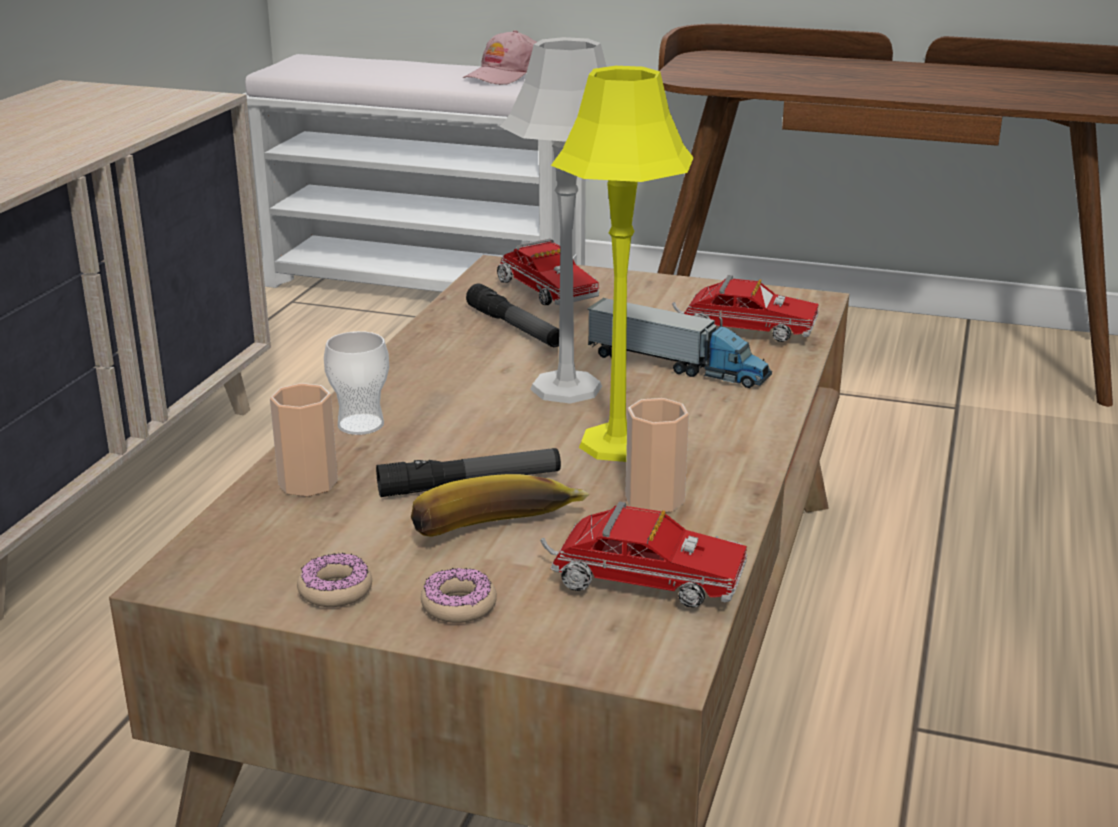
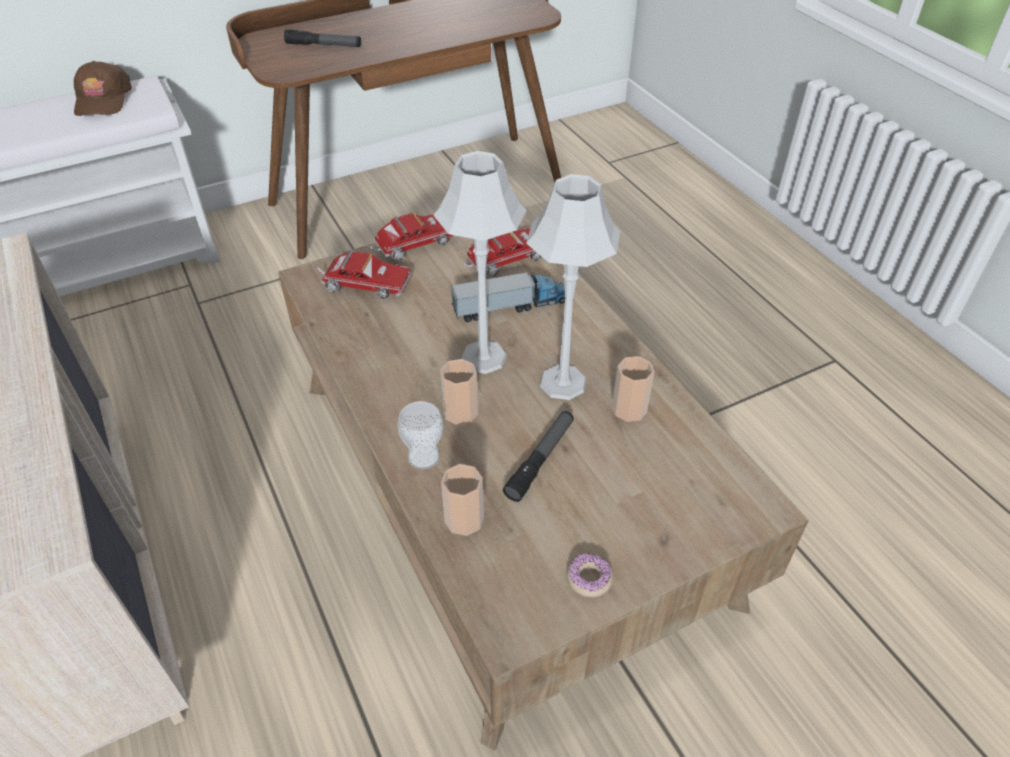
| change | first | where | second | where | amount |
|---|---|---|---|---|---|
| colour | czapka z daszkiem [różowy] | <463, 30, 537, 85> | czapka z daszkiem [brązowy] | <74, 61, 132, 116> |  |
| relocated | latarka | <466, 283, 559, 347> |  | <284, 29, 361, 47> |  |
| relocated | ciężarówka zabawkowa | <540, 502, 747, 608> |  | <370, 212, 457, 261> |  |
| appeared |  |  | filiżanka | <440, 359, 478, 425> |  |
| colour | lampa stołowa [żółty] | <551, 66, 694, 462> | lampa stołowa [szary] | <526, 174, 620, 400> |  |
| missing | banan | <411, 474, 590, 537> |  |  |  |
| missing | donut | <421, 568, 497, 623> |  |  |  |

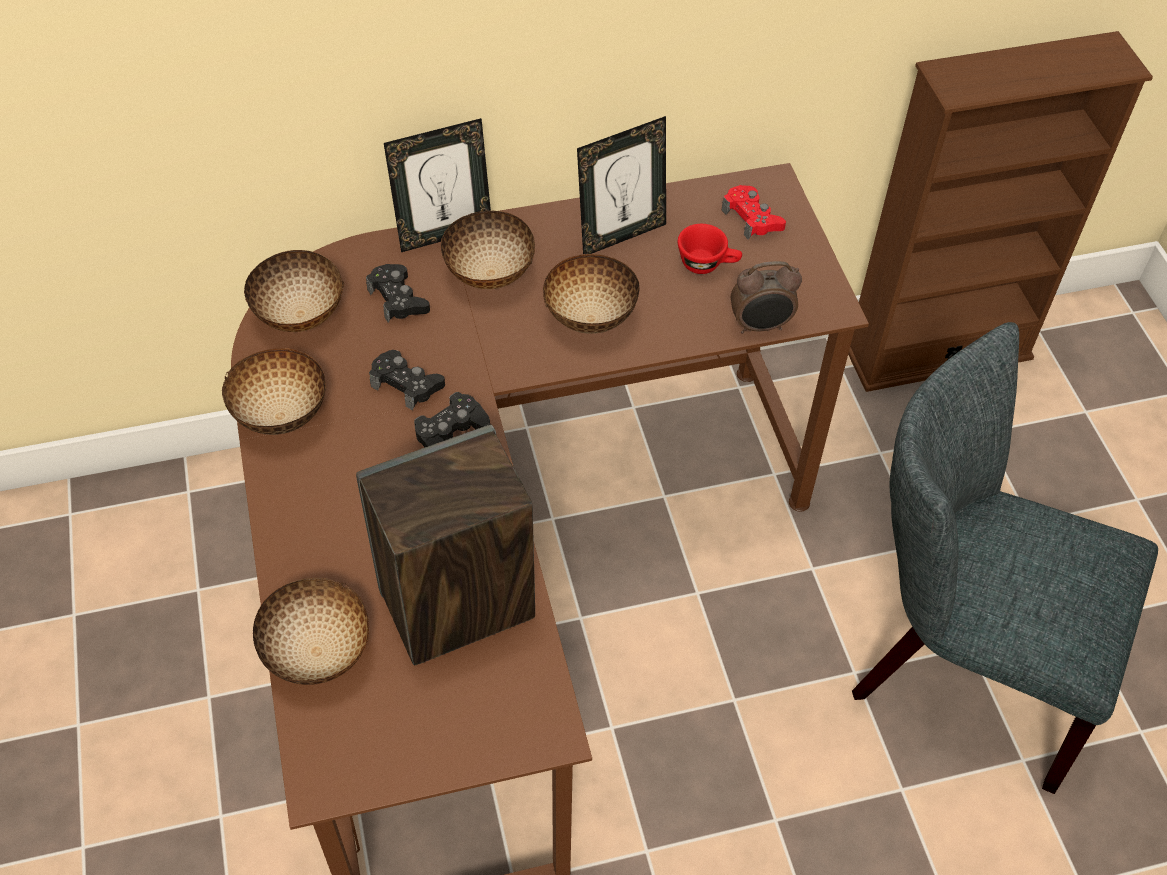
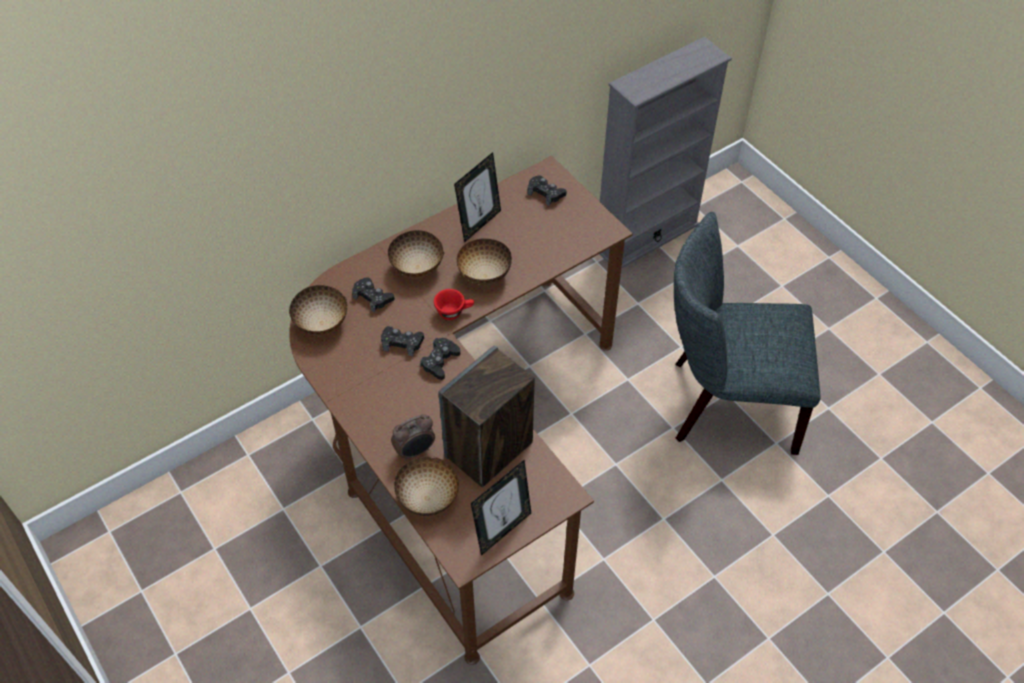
| change | first | where | second | where | amount |
|---|---|---|---|---|---|
| relocated | budzik | <731, 261, 802, 334> |  | <391, 415, 435, 461> |  |
| relocated | filiżanka [czerwony] | <678, 224, 742, 274> |  | <434, 289, 474, 320> |  |
| relocated | ramka na zdjęcie | <384, 118, 491, 252> |  | <471, 460, 531, 556> |  |
| colour | pad do gier [czerwony] | <722, 185, 786, 239> | pad do gier [czarny] | <527, 175, 567, 206> |  |
| colour | regał [brązowy] | <848, 31, 1153, 392> | regał [szary] | <599, 36, 732, 269> |  |
| missing | miska | <222, 348, 326, 435> |  |  |  |

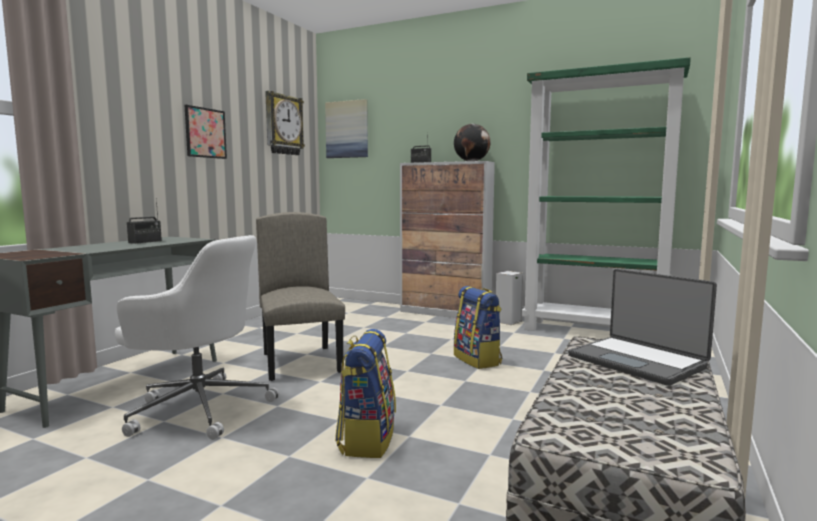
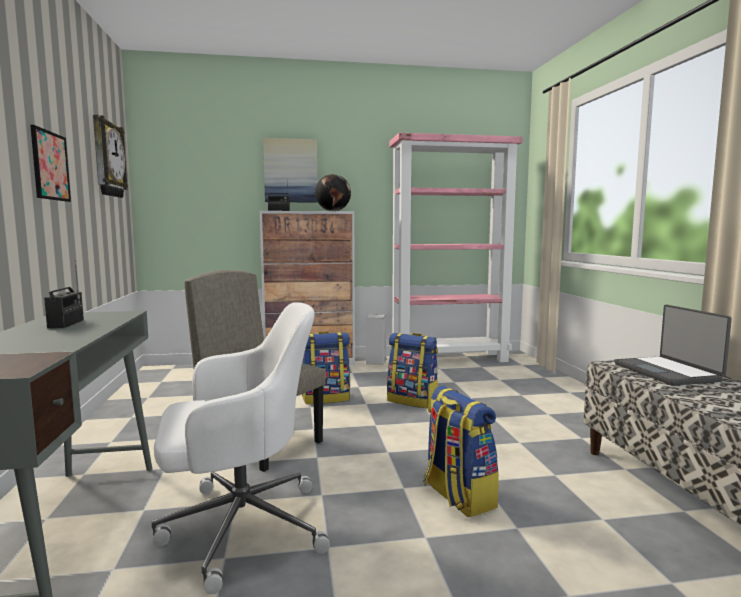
| change | first | where | second | where | amount |
|---|---|---|---|---|---|
| relocated | obraz | <325, 99, 368, 158> |  | <263, 138, 318, 203> |  |
| appeared |  |  | plecak | <302, 332, 350, 404> |  |
| colour | regał [zielony] | <522, 57, 691, 331> | regał [różowy] | <389, 133, 523, 362> |  |
| spun | laptop | <568, 269, 717, 386> |  | <614, 305, 732, 386> | 60 degrees clockwise |

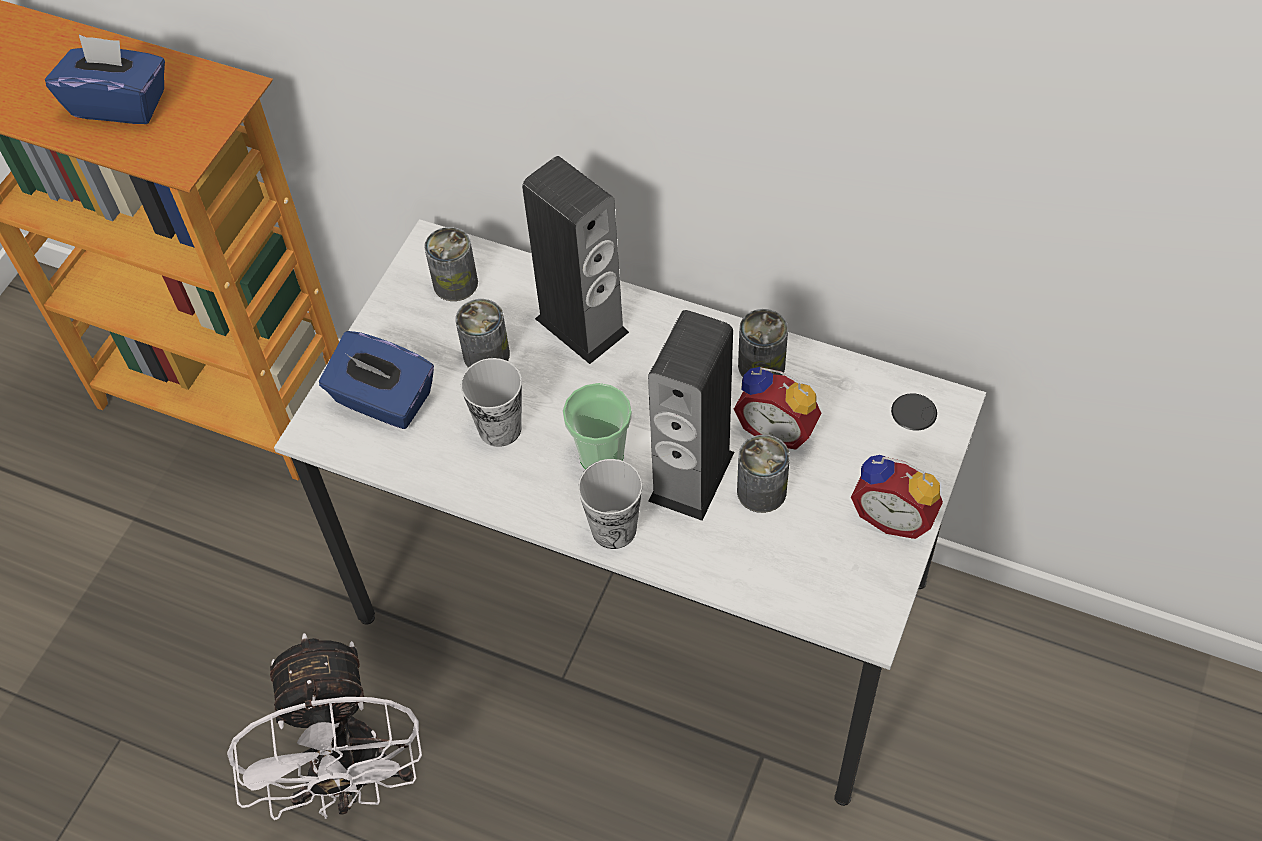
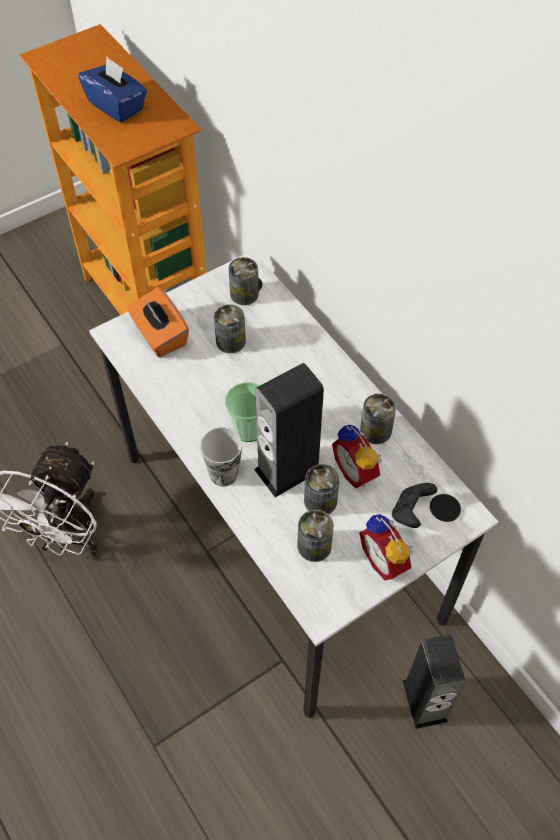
| change | first | where | second | where | amount |
|---|---|---|---|---|---|
| colour | pudełko chusteczek [niebieski] | <319, 331, 434, 429> | pudełko chusteczek [pomarańczowy] | <127, 287, 189, 357> |  |
| appeared |  |  | puszka | <297, 509, 334, 562> |  |
| appeared |  |  | pad do gier [czarny] | <392, 483, 437, 528> |  |
| relocated | głośnik | <522, 156, 629, 364> |  | <402, 635, 466, 729> |  |
| missing | filiżanka | <461, 358, 522, 447> |  |  |  |

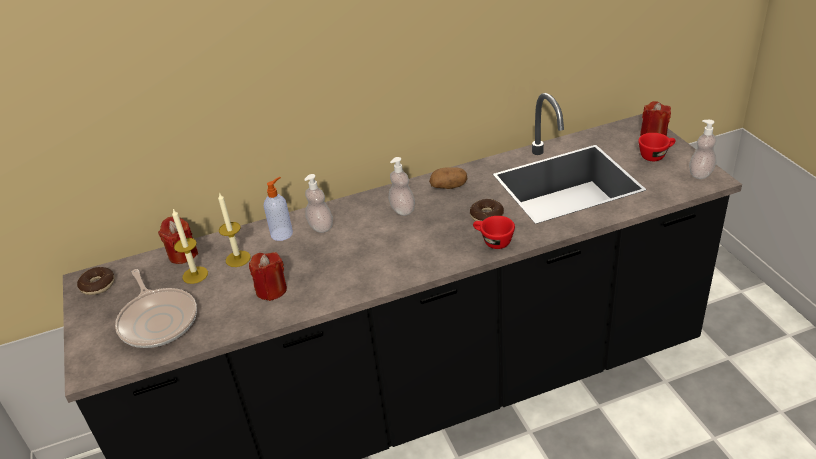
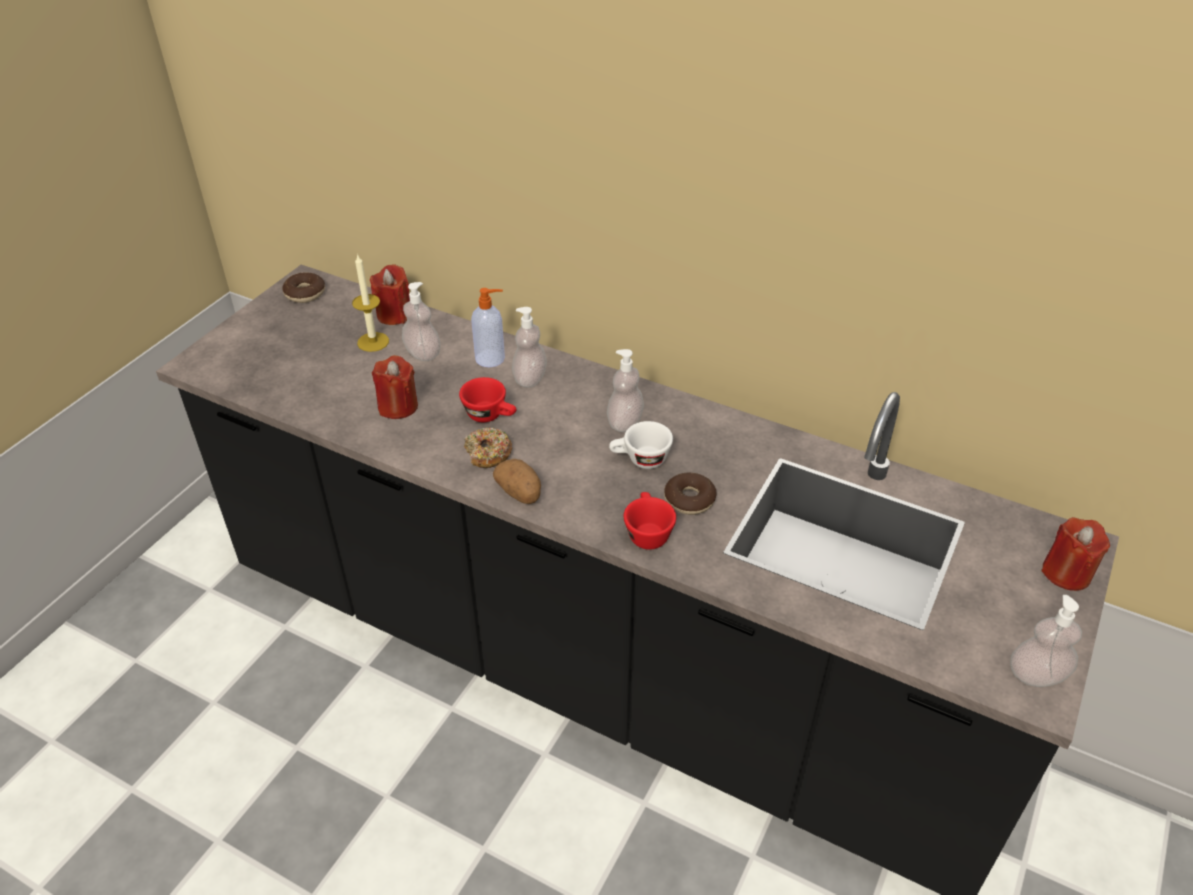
| change | first | where | second | where | amount |
|---|---|---|---|---|---|
| exchanged | świeca | <218, 192, 251, 267> | dozownik mydła | <402, 282, 441, 361> |  |
| relocated | filiżanka [czerwony] | <638, 133, 676, 161> |  | <459, 377, 516, 422> |  |
| appeared |  |  | donut | <464, 428, 512, 468> |  |
| relocated | ziemniak | <429, 167, 467, 189> |  | <493, 459, 541, 504> |  |
| appeared |  |  | filiżanka [biały] | <609, 421, 673, 469> |  |
| missing | patelnia | <115, 269, 197, 348> |  |  |  |

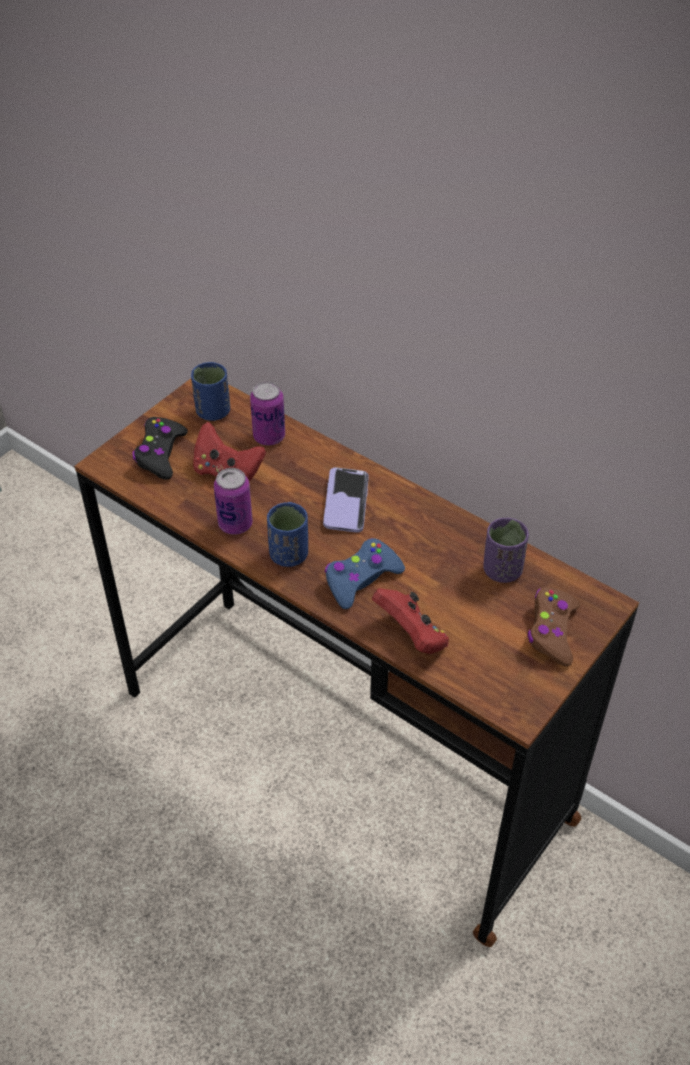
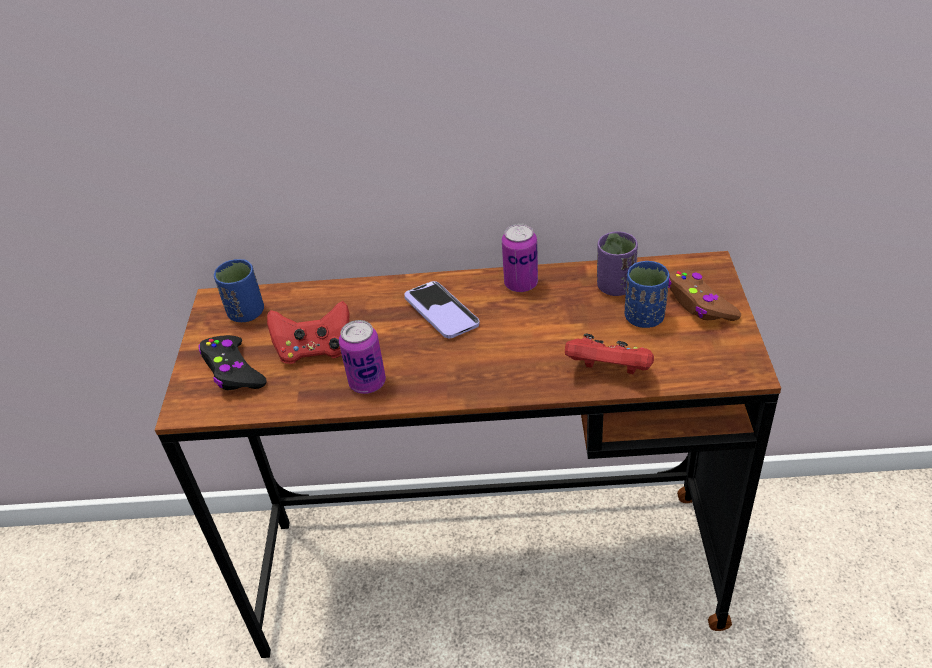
| change | first | where | second | where | amount |
|---|---|---|---|---|---|
| relocated | puszka | <250, 382, 285, 445> |  | <502, 223, 538, 292> |  |
| relocated | filiżanka [niebieski] | <267, 502, 308, 567> |  | <625, 261, 670, 328> |  |
| missing | pad do gier [niebieski] | <325, 538, 405, 609> |  |  |  |

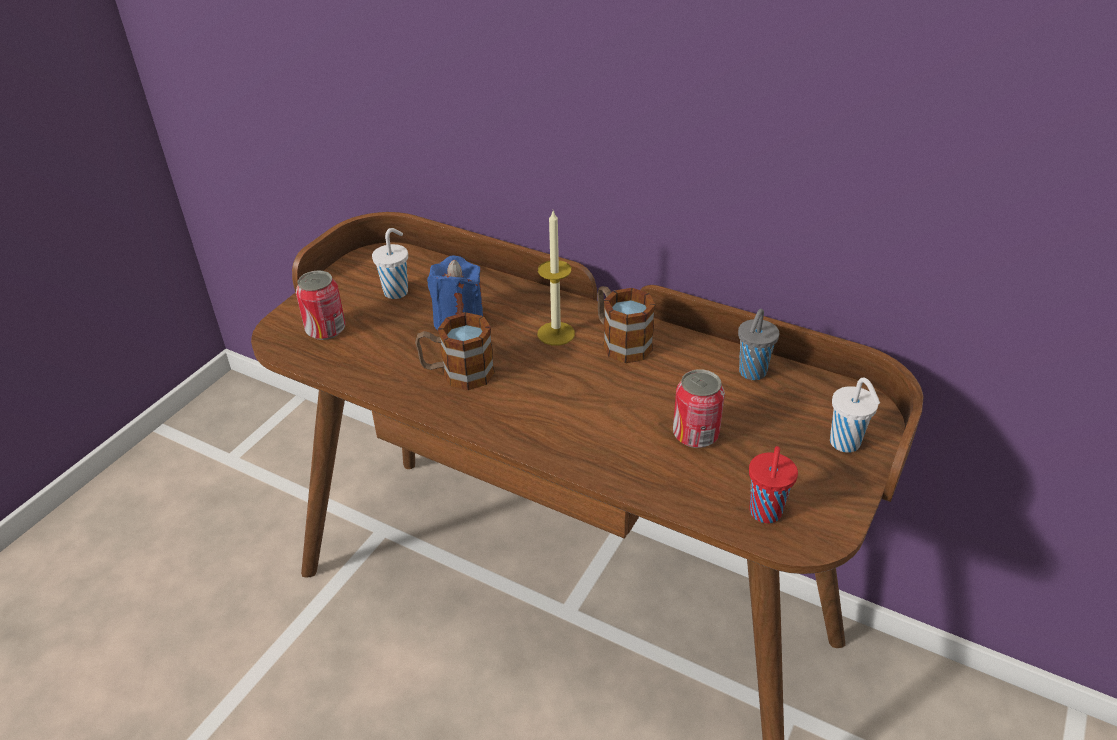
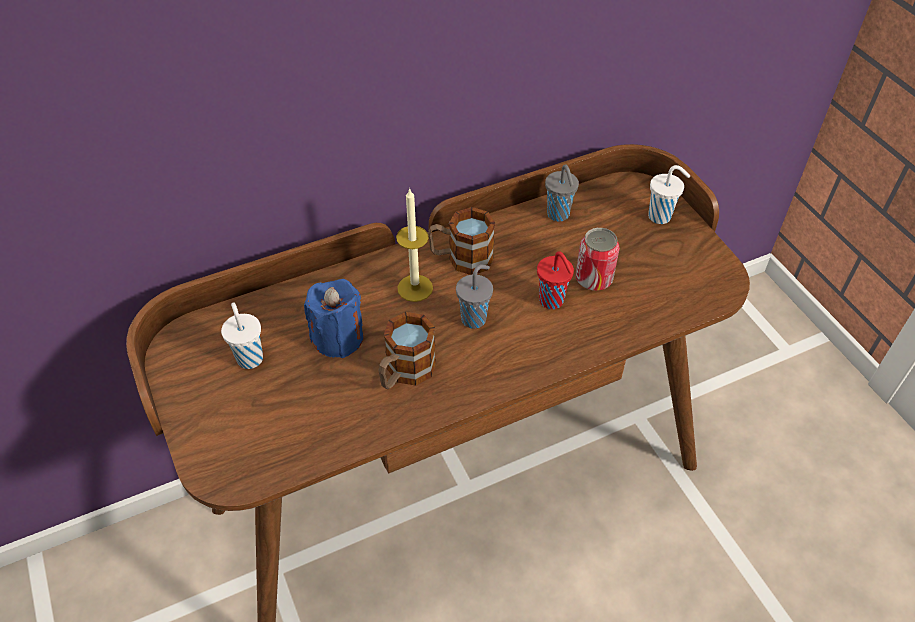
| change | first | where | second | where | amount |
|---|---|---|---|---|---|
| appeared |  |  | filiżanka [szary] | <456, 265, 493, 329> |  |
| relocated | filiżanka [czerwony] | <749, 446, 798, 523> |  | <537, 252, 574, 309> |  |
| missing | puszka | <296, 270, 345, 340> |  |  |  |

